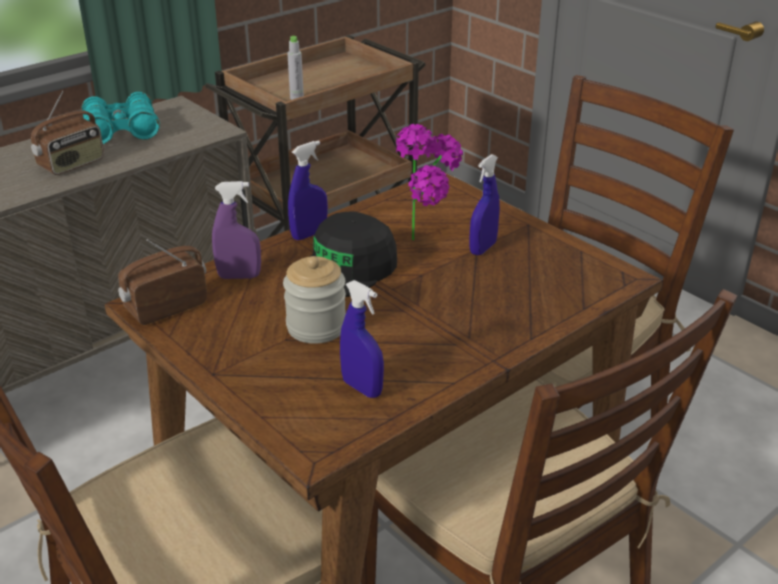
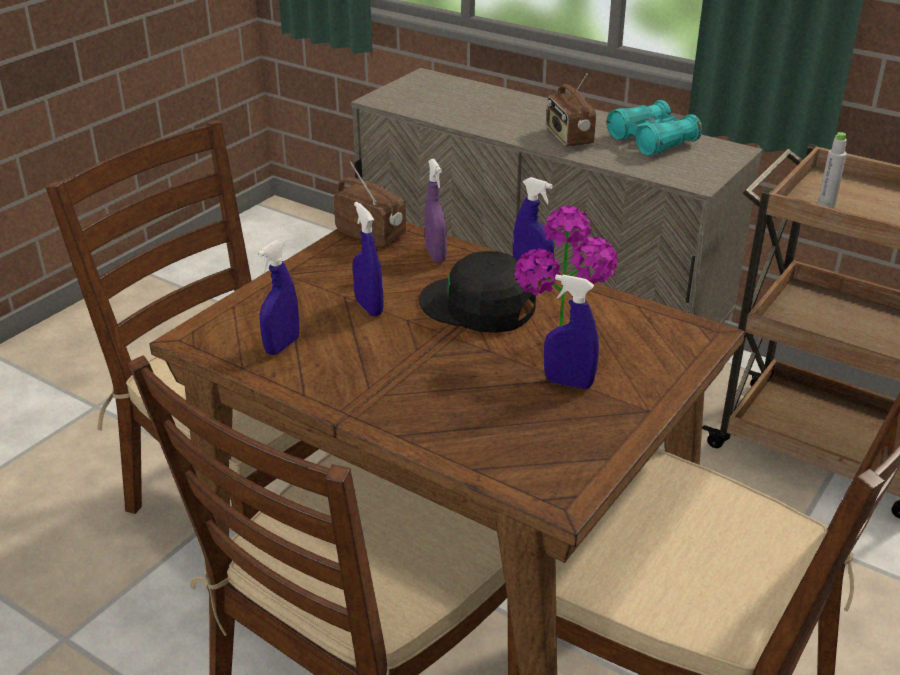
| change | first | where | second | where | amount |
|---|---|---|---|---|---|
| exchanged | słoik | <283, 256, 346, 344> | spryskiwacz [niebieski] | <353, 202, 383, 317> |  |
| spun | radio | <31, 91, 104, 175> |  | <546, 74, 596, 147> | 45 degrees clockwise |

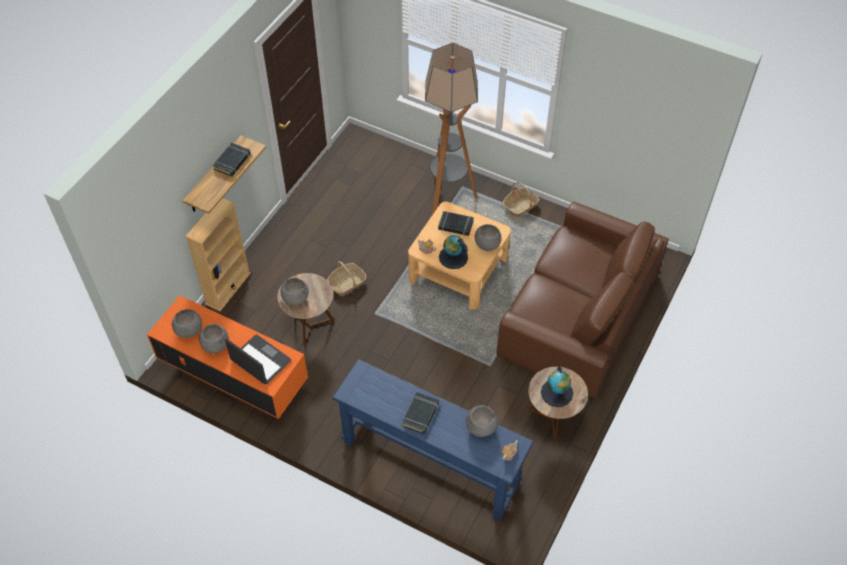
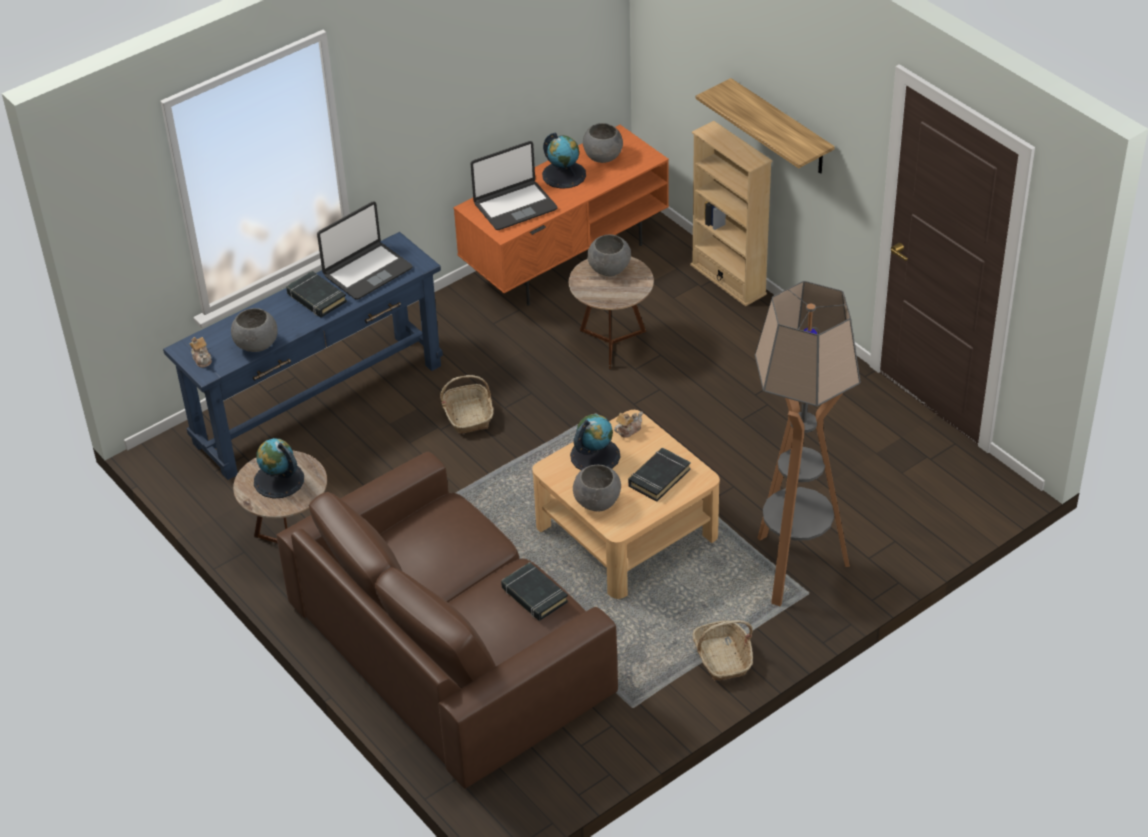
| change | first | where | second | where | amount |
|---|---|---|---|---|---|
| appeared |  |  | laptop | <317, 201, 413, 300> |  |
| relocated | koszyk | <327, 261, 366, 296> |  | <440, 375, 494, 434> |  |
| relocated | książka [czarny] | <213, 143, 251, 177> |  | <501, 562, 568, 621> |  |
| exchanged | miska [szary] | <199, 324, 229, 354> | globus | <542, 132, 586, 189> |  |

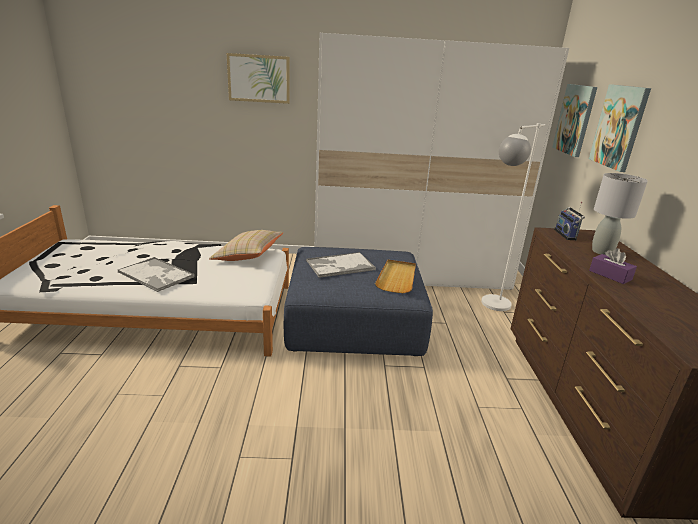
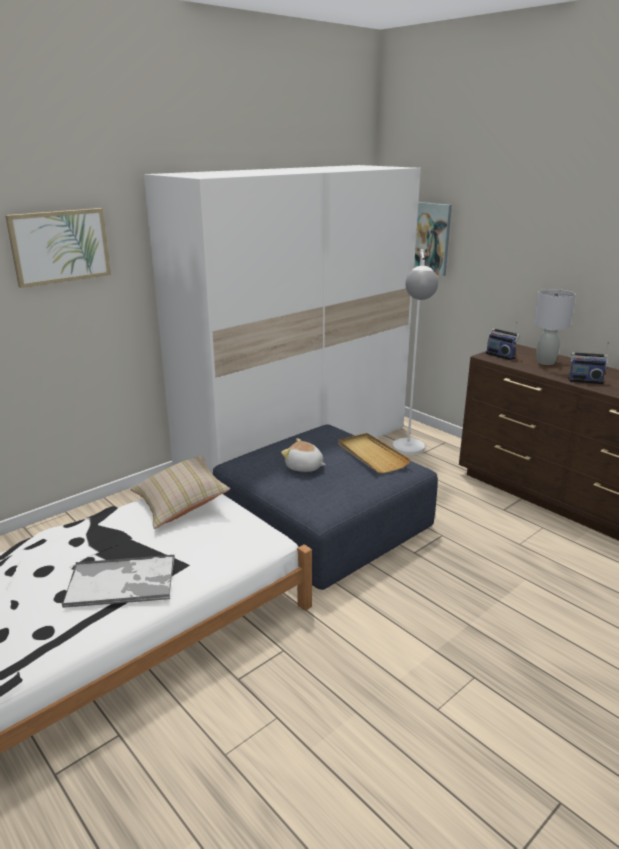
| change | first | where | second | where | amount |
|---|---|---|---|---|---|
| exchanged | taca | <306, 252, 376, 278> | pluszak | <281, 438, 326, 472> |  |
| exchanged | pudełko chusteczek [fioletowy] | <589, 248, 637, 284> | radio | <568, 342, 609, 384> |  |
| missing | obraz | <589, 84, 651, 172> |  |  |  |

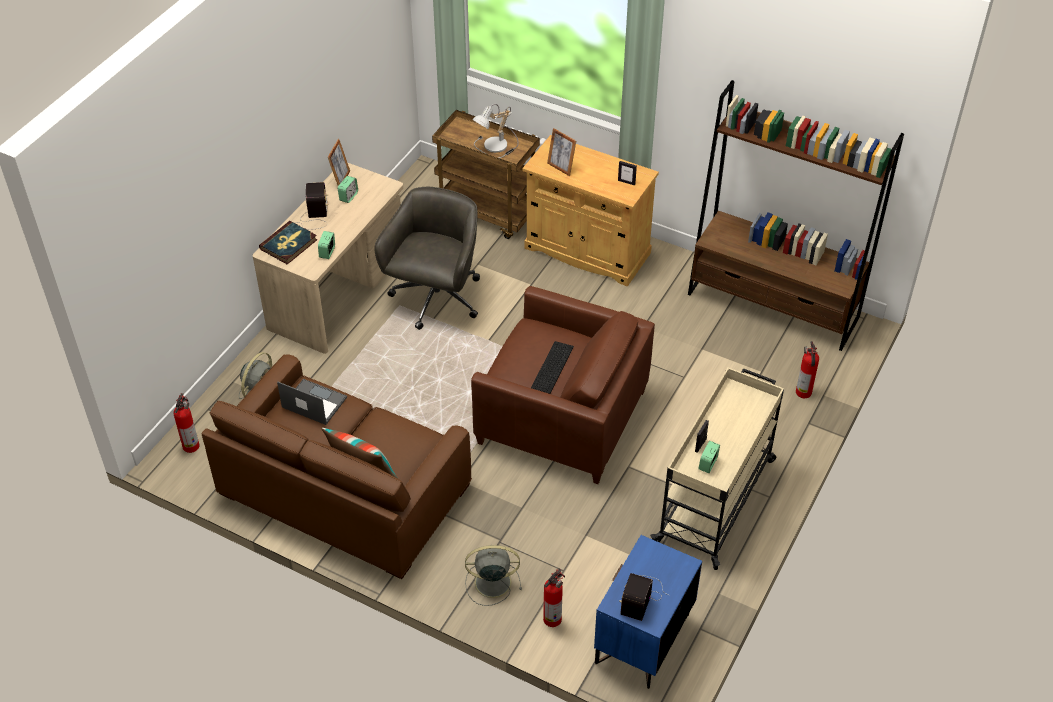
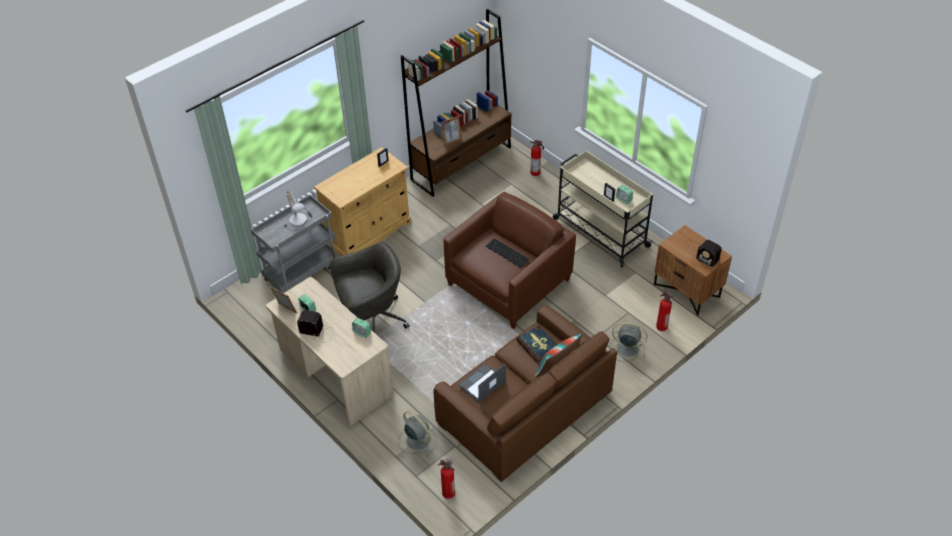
| change | first | where | second | where | amount |
|---|---|---|---|---|---|
| colour | wózek [brązowy] | <432, 110, 540, 239> | wózek [szary] | <251, 195, 338, 293> |  |
| spun | krzesło biurowe [szary] | <375, 187, 480, 330> |  | <330, 242, 409, 333> | 120 degrees clockwise |
| relocated | ramka na zdjęcie | <547, 128, 576, 176> |  | <441, 116, 462, 146> |  |
| relocated | książka | <259, 221, 317, 264> |  | <516, 326, 557, 362> |  |
| spun | wentylator [szary] | <465, 545, 522, 606> |  | <610, 322, 648, 362> | 90 degrees clockwise |
| colour | szafka nocna [niebieski] | <594, 535, 702, 689> | szafka nocna [brązowy] | <654, 225, 732, 316> |  |

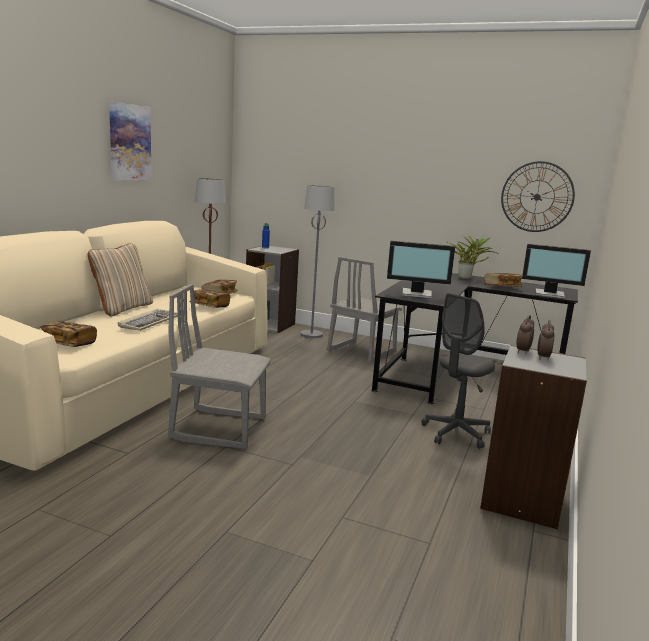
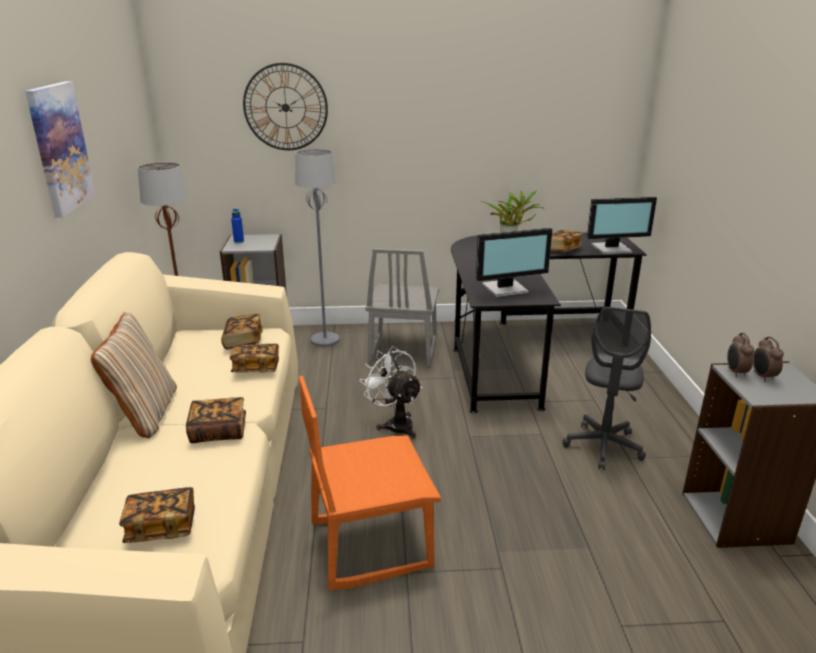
| change | first | where | second | where | amount |
|---|---|---|---|---|---|
| exchanged | klawiatura | <118, 309, 178, 331> | książka | <186, 397, 246, 443> |  |
| relocated | zegar ścienny | <501, 161, 575, 232> |  | <243, 63, 328, 150> |  |
| colour | krzesło [szary] | <168, 284, 271, 449> | krzesło [pomarańczowy] | <299, 376, 441, 590> |  |
| appeared |  |  | wentylator [biały] | <360, 346, 422, 439> |  |

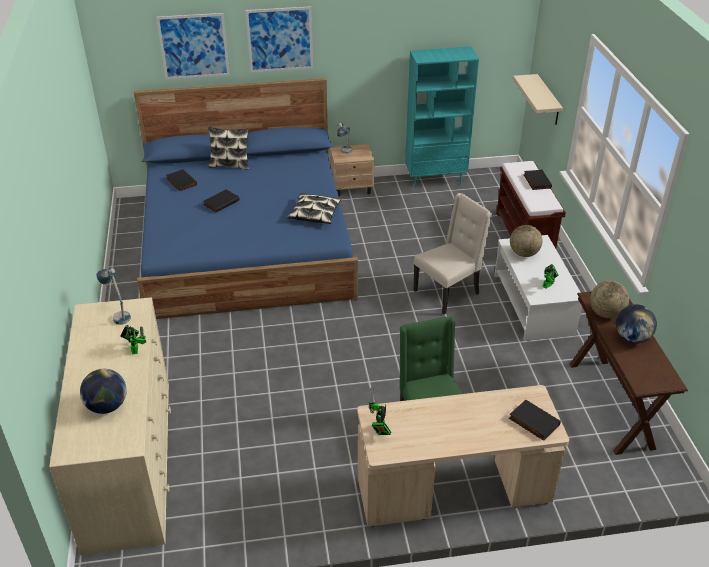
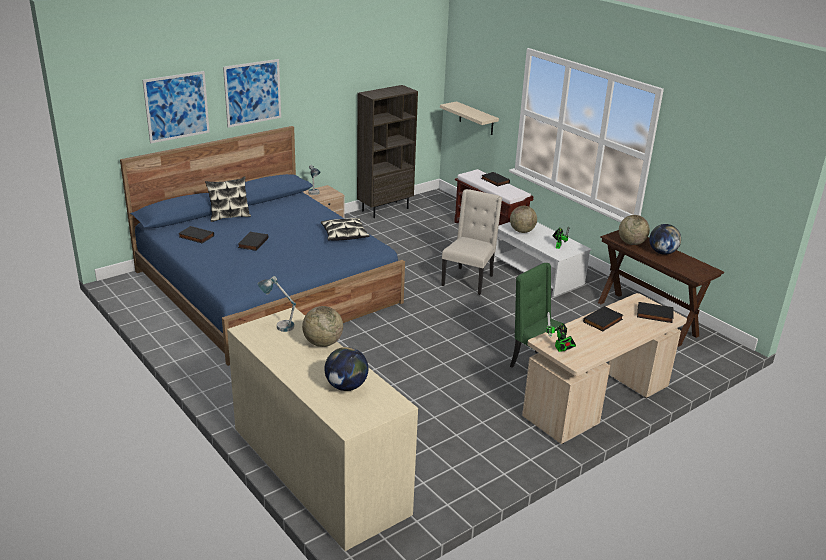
| change | first | where | second | where | amount |
|---|---|---|---|---|---|
| exchanged | robot zabawkowy | <120, 325, 146, 354> | globus | <302, 306, 343, 347> |  |
| colour | regał [turkusowy] | <405, 47, 479, 188> | regał [brązowy] | <357, 85, 418, 218> |  |
| appeared |  |  | książka [czarny] | <583, 306, 623, 332> |  |

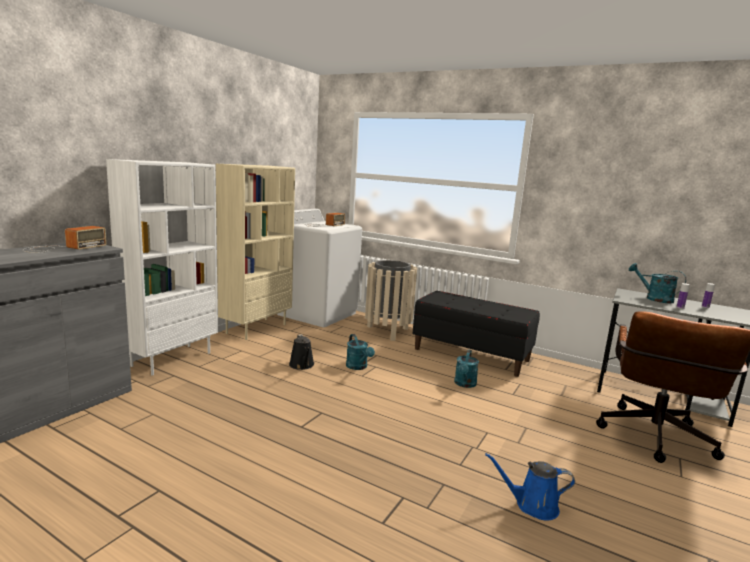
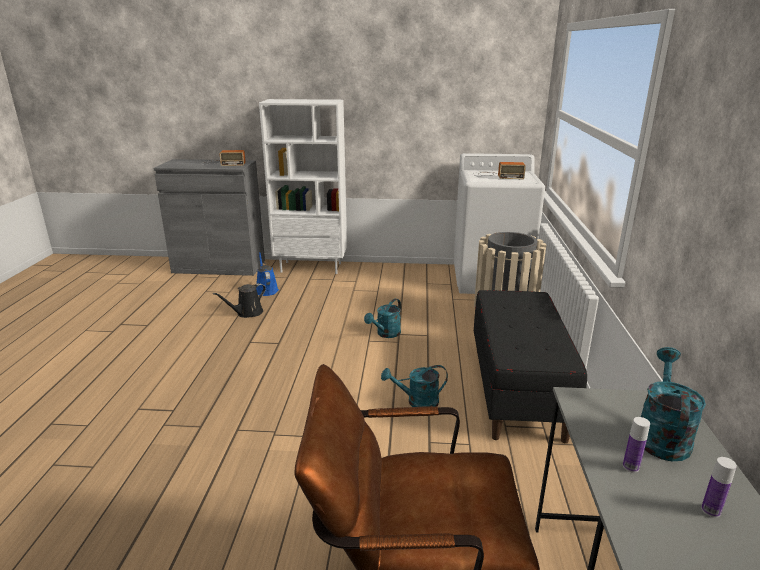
| change | first | where | second | where | amount |
|---|---|---|---|---|---|
| relocated | konewka [czarny] | <289, 334, 314, 370> |  | <213, 283, 266, 318> |  |
| relocated | konewka [niebieski] | <485, 453, 575, 521> |  | <256, 252, 279, 296> |  |
| missing | regał [beżowy] | <216, 164, 295, 340> |  |  |  |

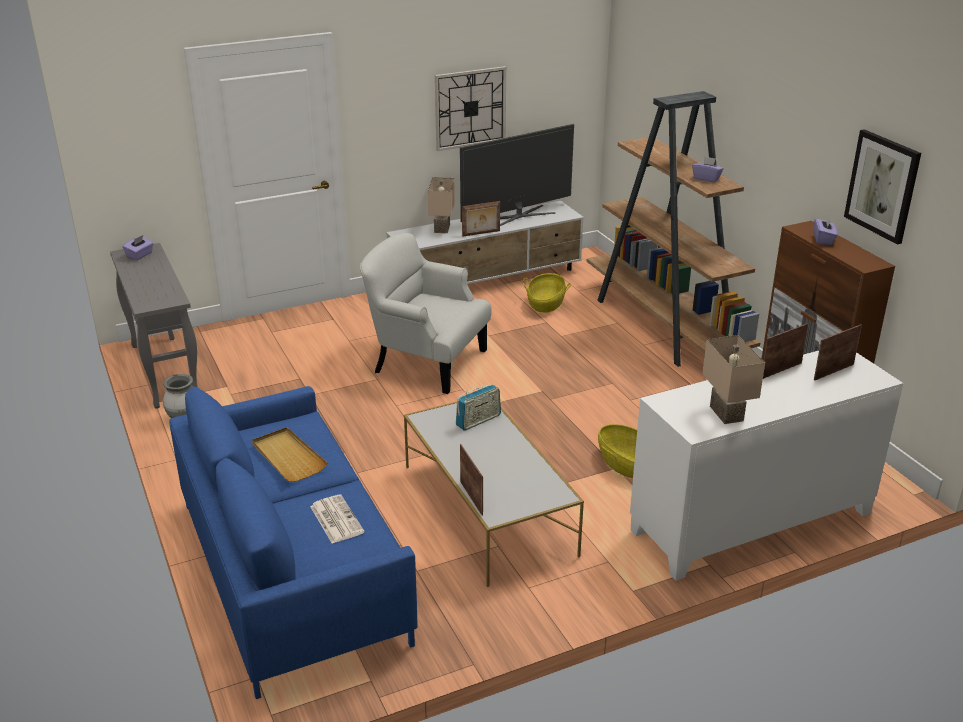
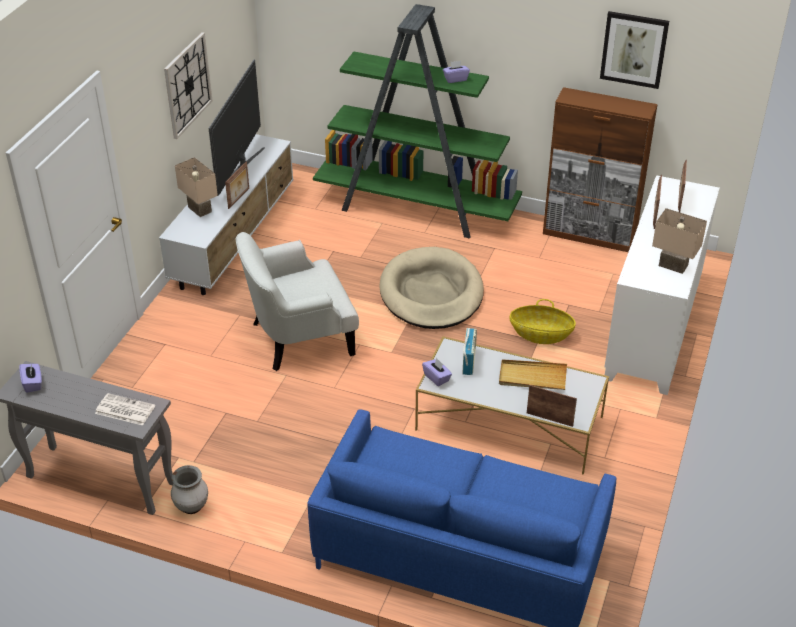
| change | first | where | second | where | amount |
|---|---|---|---|---|---|
| relocated | gazeta | <310, 495, 365, 544> |  | <95, 393, 155, 425> |  |
| colour | regał [brązowy] | <586, 91, 760, 367> | regał [zielony] | <313, 4, 522, 238> |  |
| appeared |  |  | legowisko [beżowy] | <379, 247, 484, 329> |  |
| relocated | pudełko chusteczek [fioletowy] | <814, 216, 837, 245> |  | <422, 358, 452, 386> |  |
| relocated | taca [beżowy] | <252, 427, 328, 482> |  | <499, 359, 567, 390> |  |
| missing | koszyk | <523, 273, 571, 313> |  |  |  |

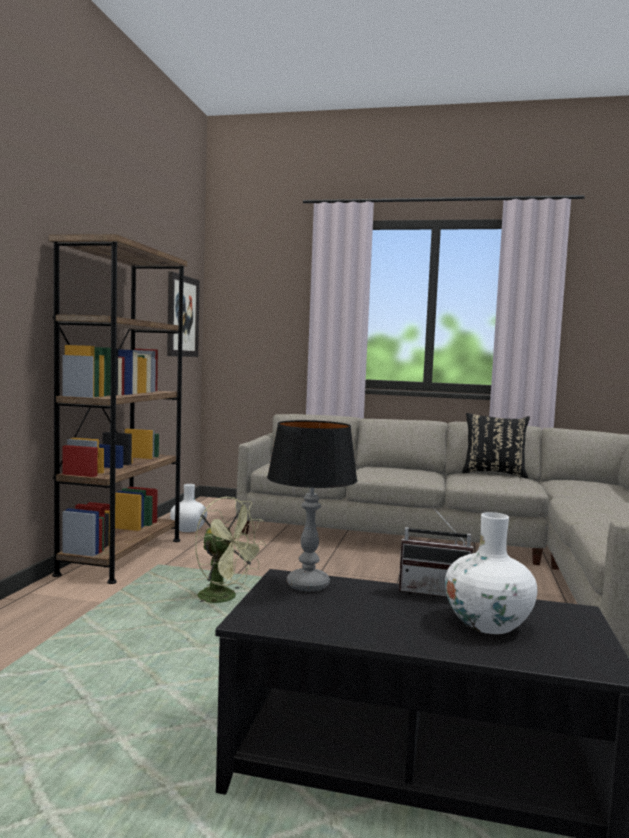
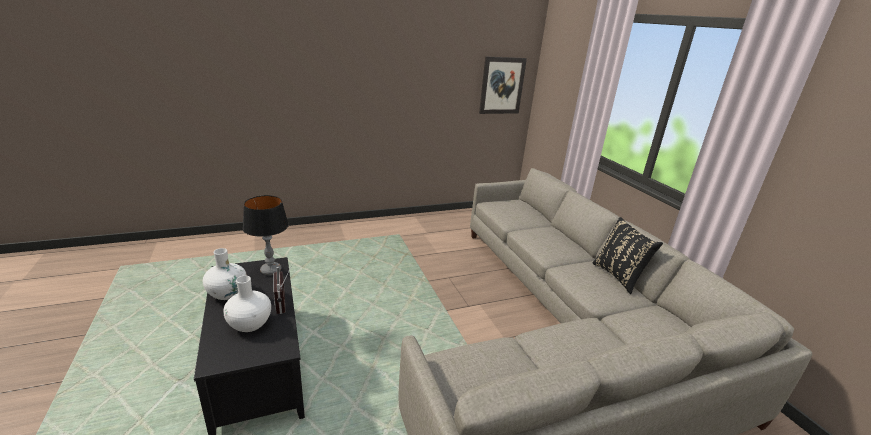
| change | first | where | second | where | amount |
|---|---|---|---|---|---|
| relocated | wazon [biały] | <170, 484, 207, 532> |  | <203, 248, 247, 300> |  |
| missing | regał [brązowy] | <49, 234, 187, 584> |  |  |  |
| missing | wentylator [zielony] | <195, 497, 266, 603> |  |  |  |

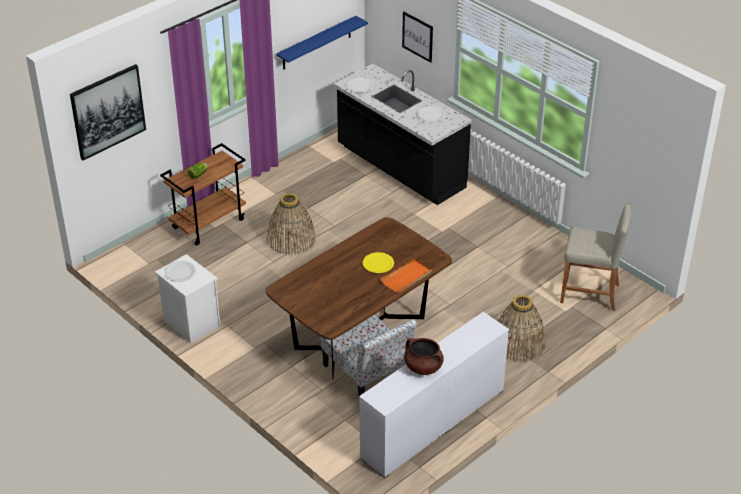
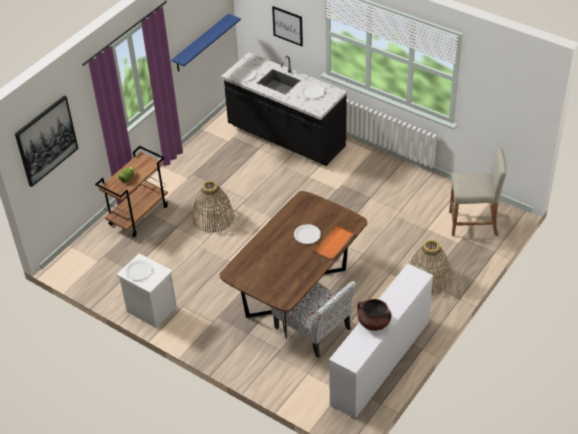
| change | first | where | second | where | amount |
|---|---|---|---|---|---|
| colour | talerz [żółty] | <363, 252, 394, 273> | talerz [biały] | <294, 224, 321, 244> |  |

